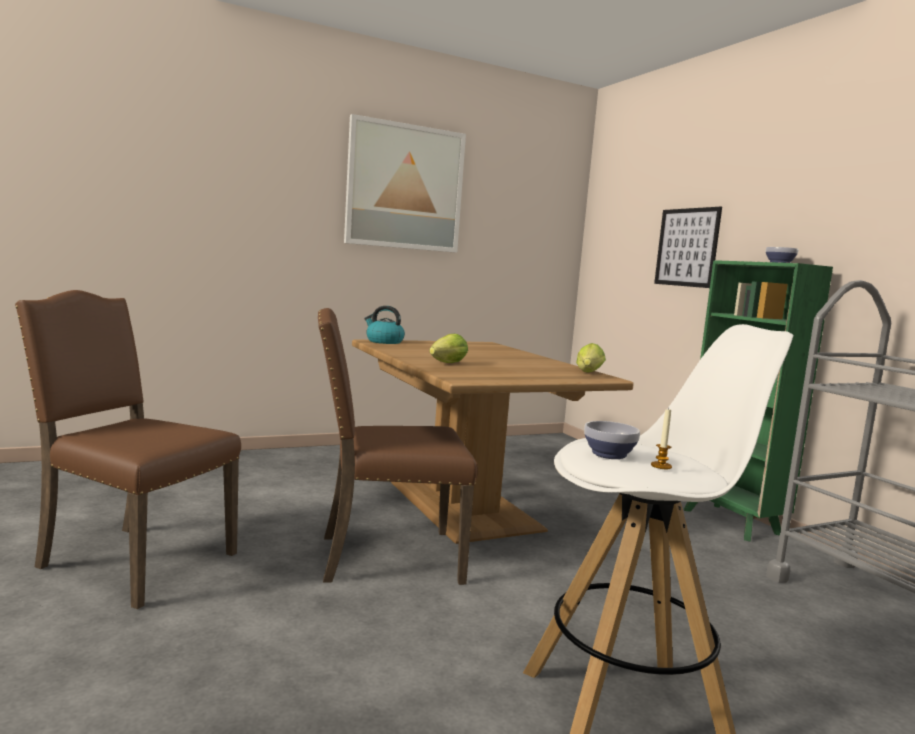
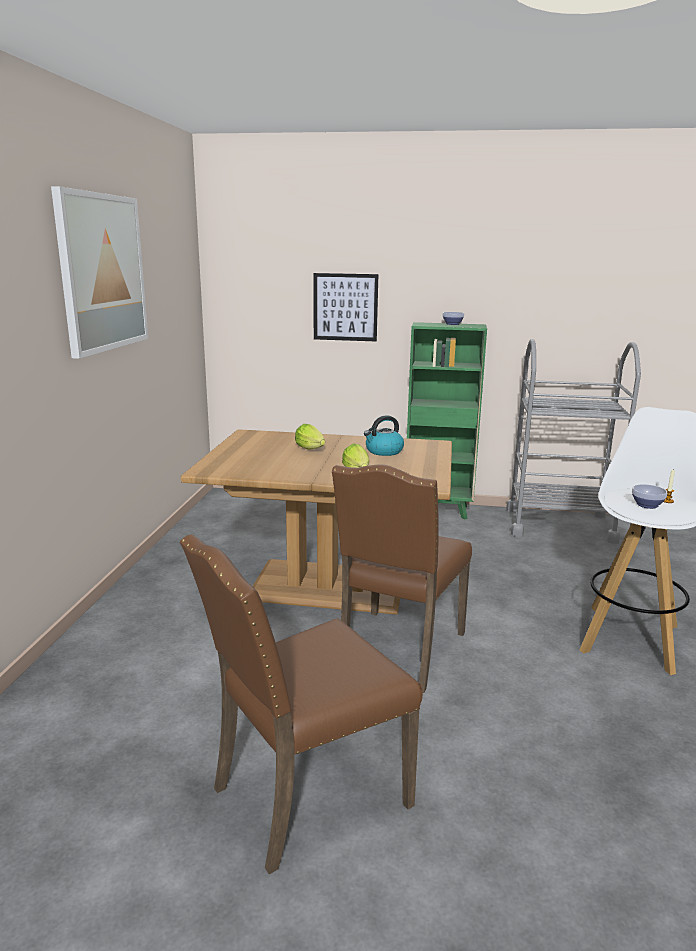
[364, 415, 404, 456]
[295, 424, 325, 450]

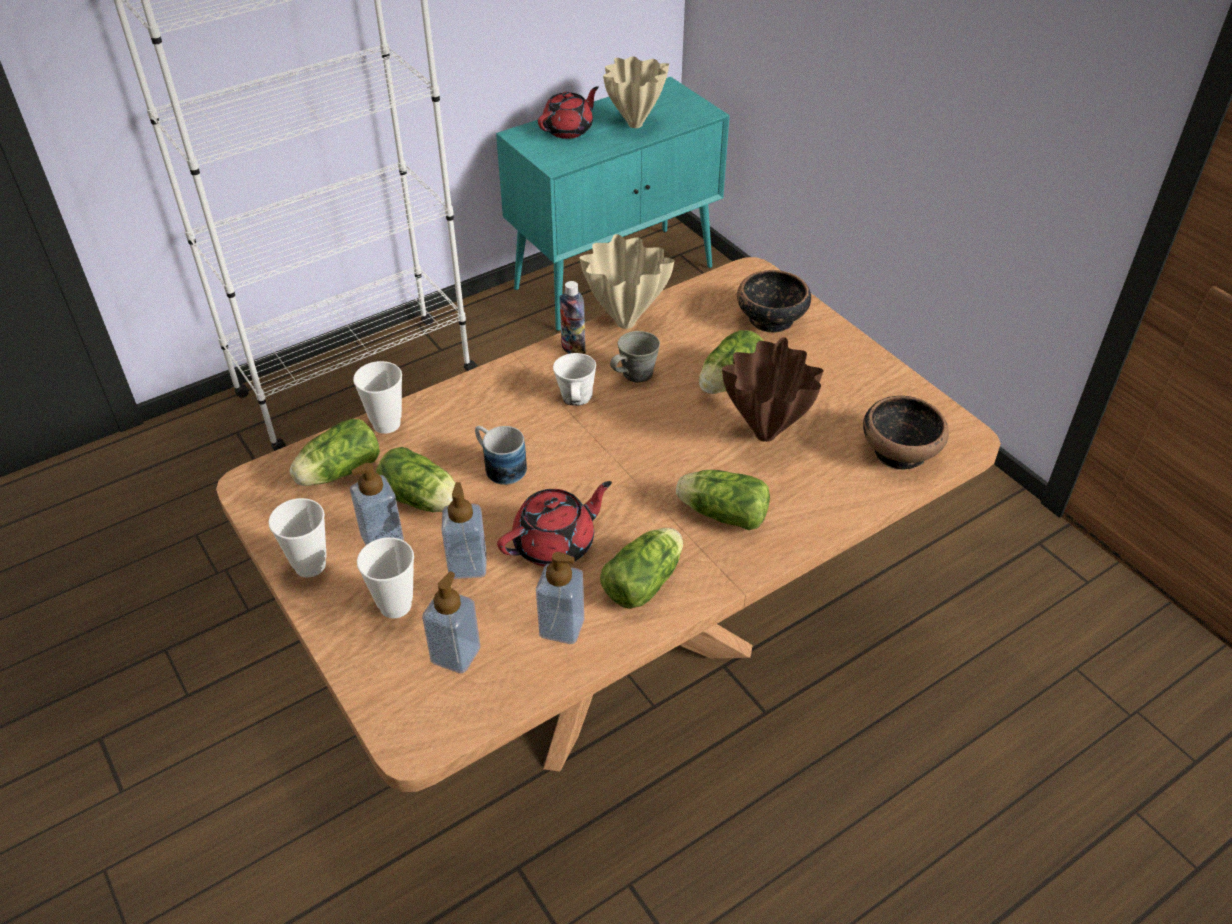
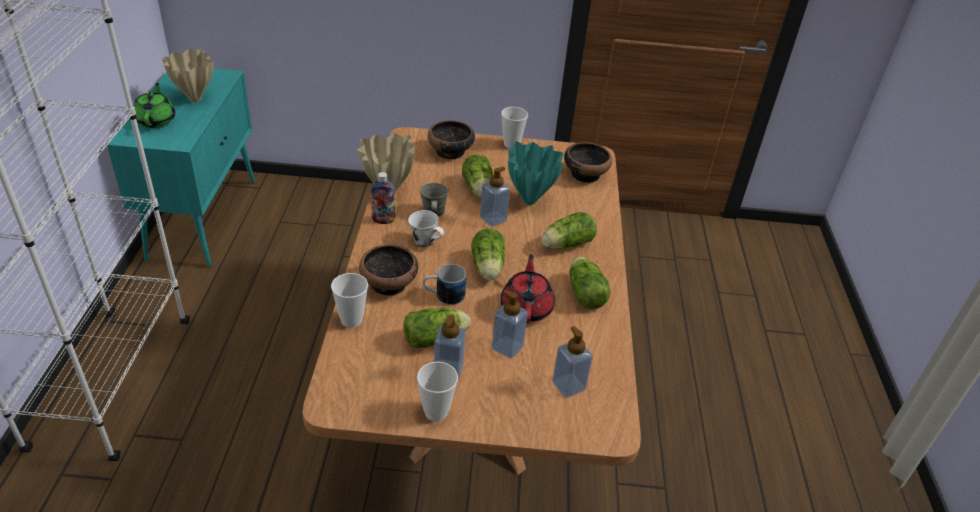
[359, 244, 418, 296]
[472, 228, 505, 280]
[501, 107, 528, 148]
[480, 167, 510, 227]
[134, 83, 175, 128]
[508, 141, 563, 205]

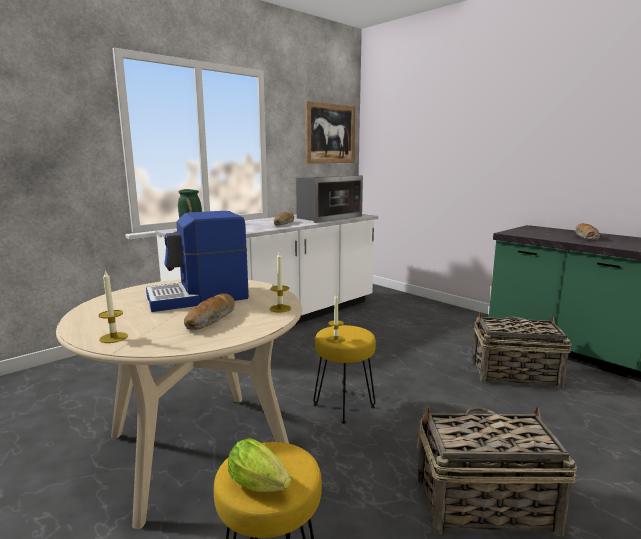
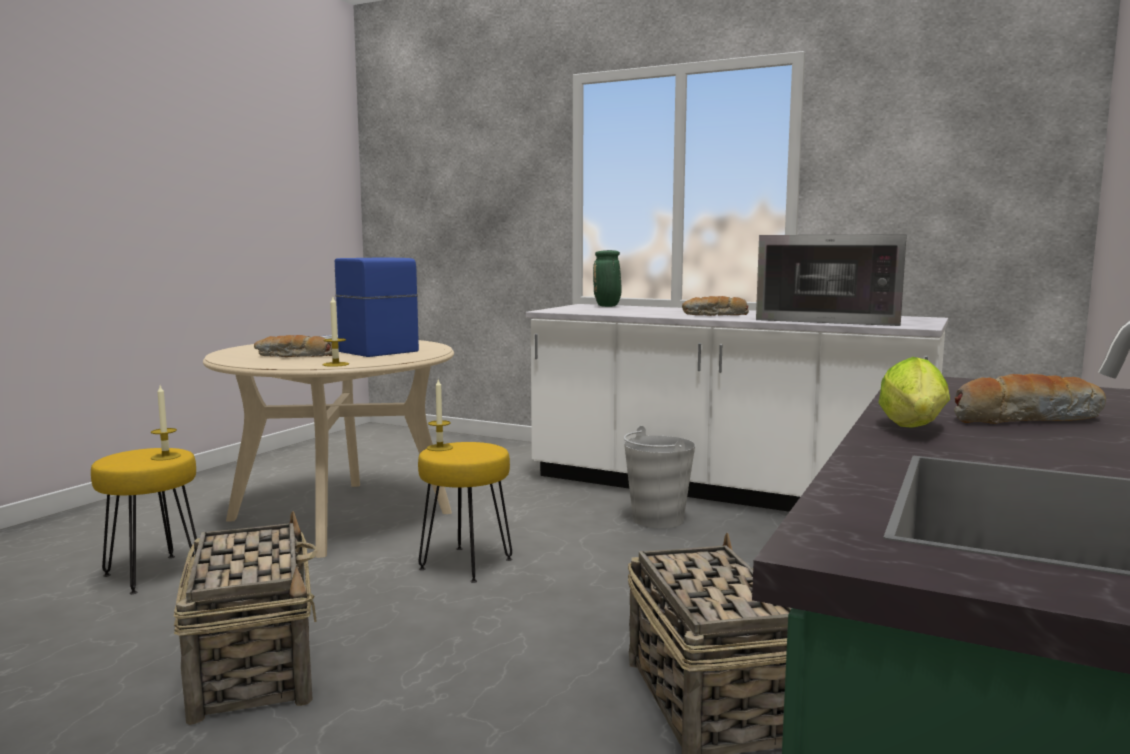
[305, 101, 355, 164] (first image)
[624, 426, 695, 528]
[151, 386, 181, 460]
[878, 357, 950, 428]

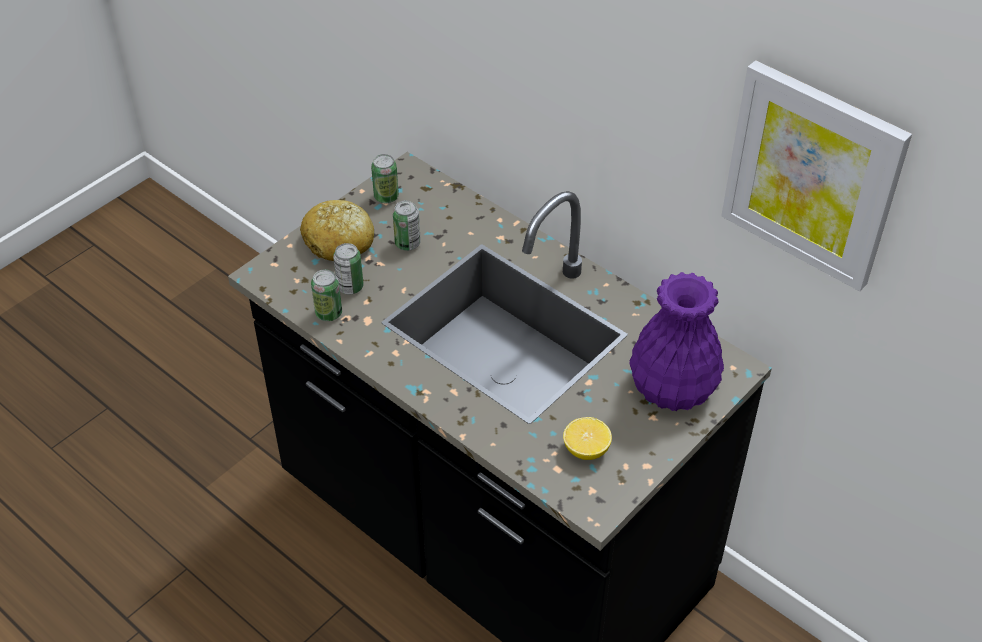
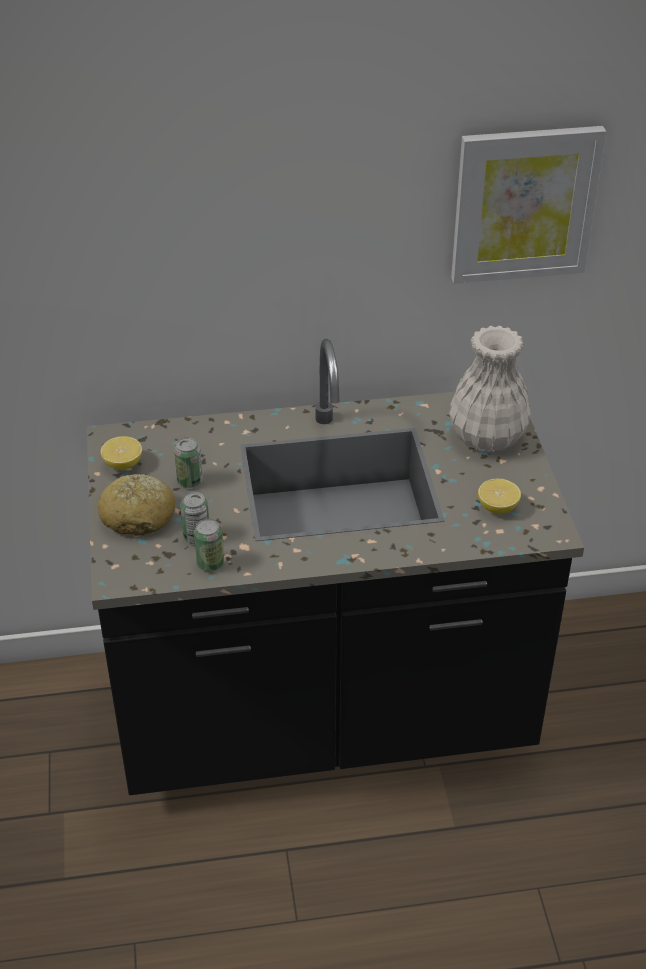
[101, 436, 142, 470]
[449, 326, 531, 452]

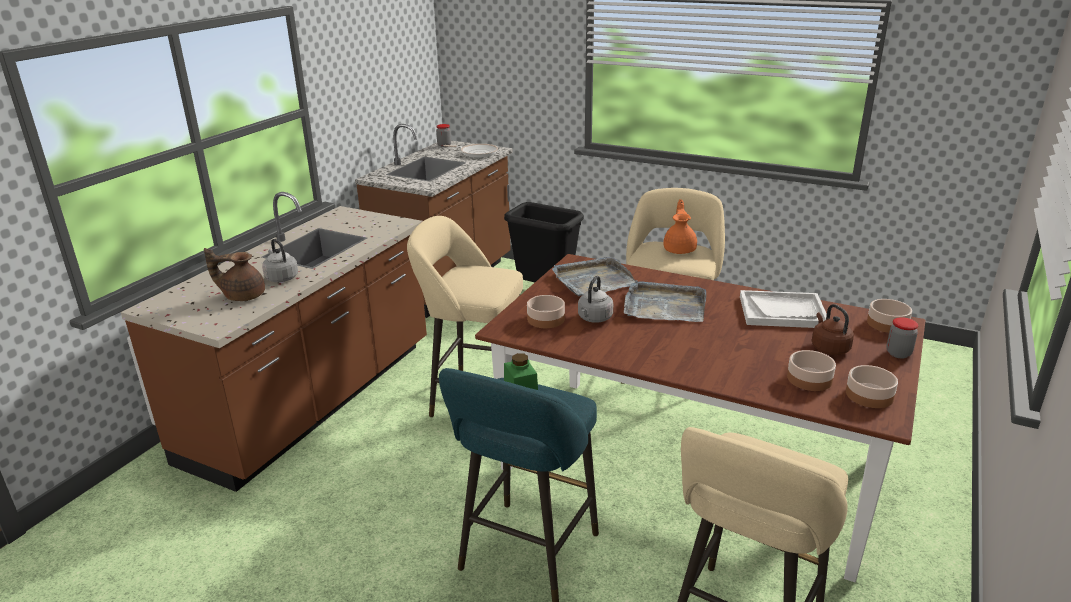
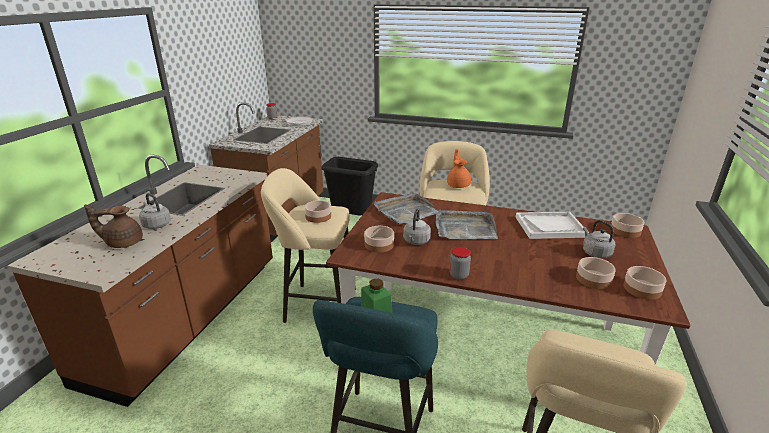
[305, 200, 331, 223]
[449, 247, 471, 280]
[583, 220, 615, 258]

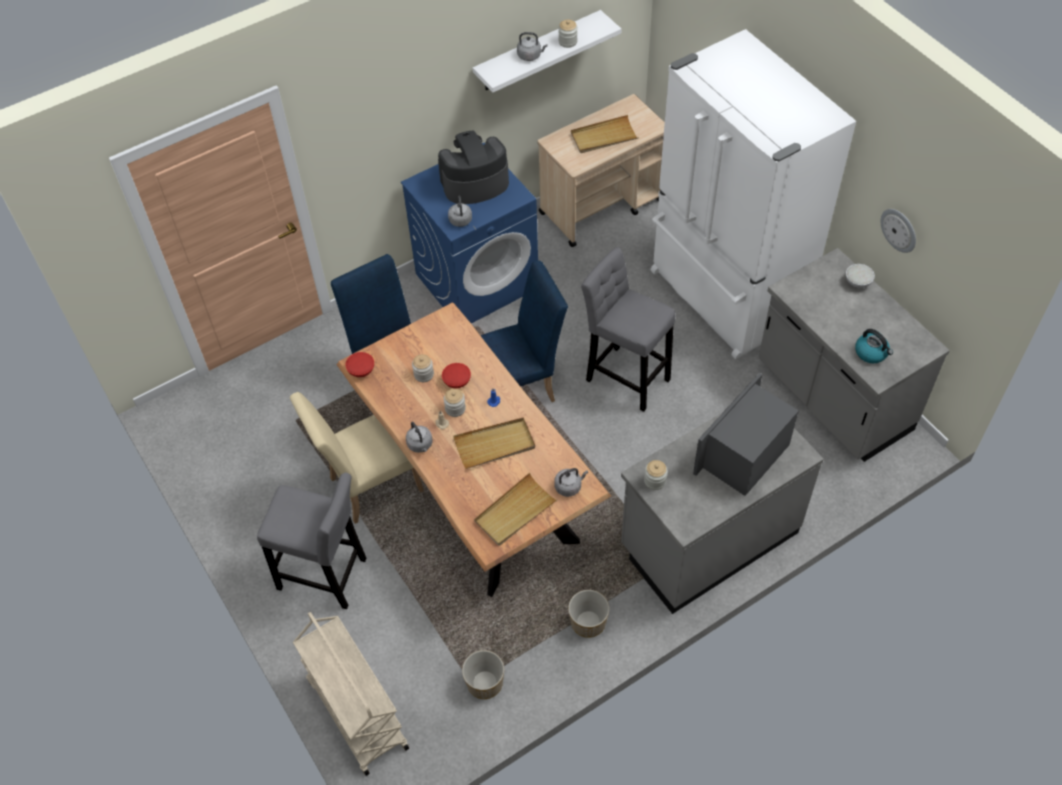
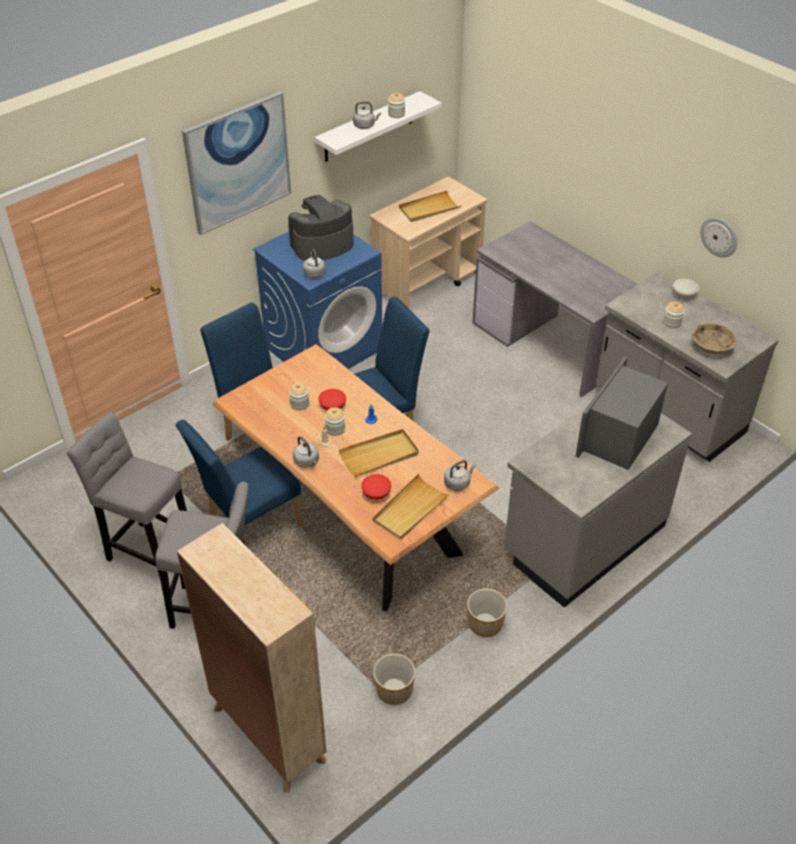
[182, 91, 291, 235]
[361, 474, 391, 500]
[67, 412, 187, 577]
[663, 302, 685, 328]
[177, 523, 327, 793]
[472, 221, 638, 397]
[692, 323, 737, 354]
[176, 420, 304, 543]

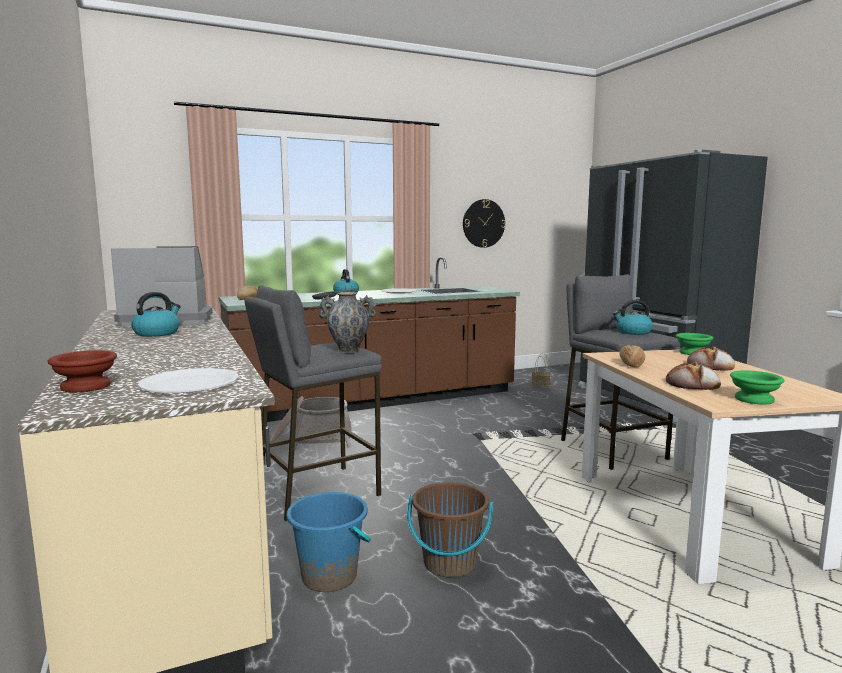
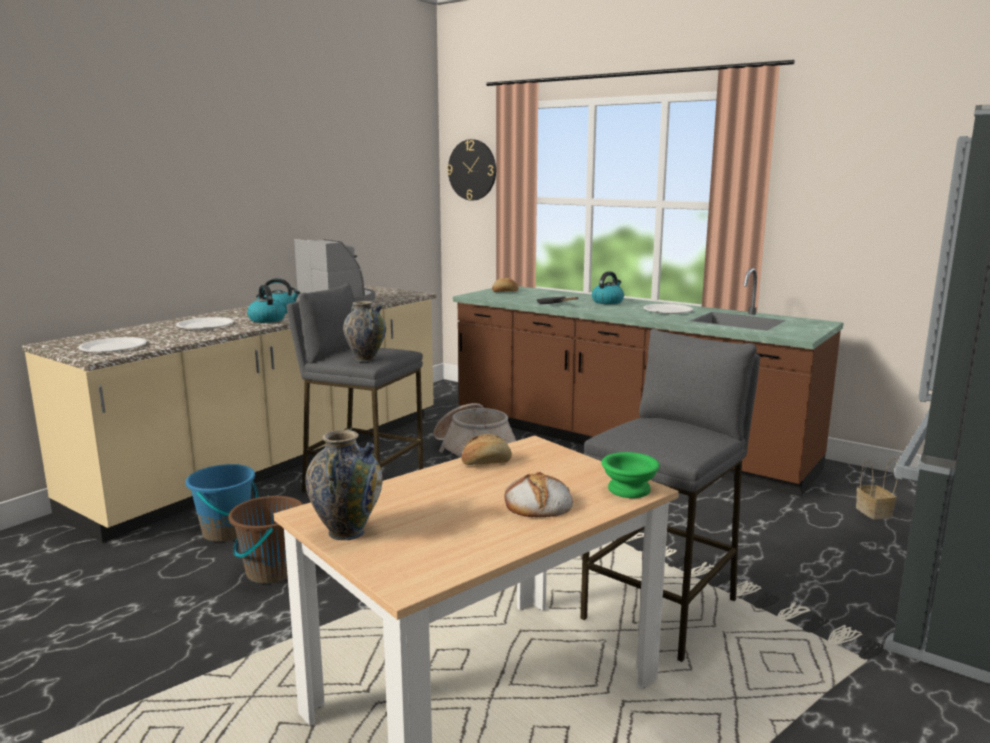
[47, 350, 117, 392] (first image)
[666, 362, 721, 390] (first image)
[176, 317, 234, 330]
[447, 139, 496, 201]
[247, 285, 286, 323]
[305, 428, 383, 540]

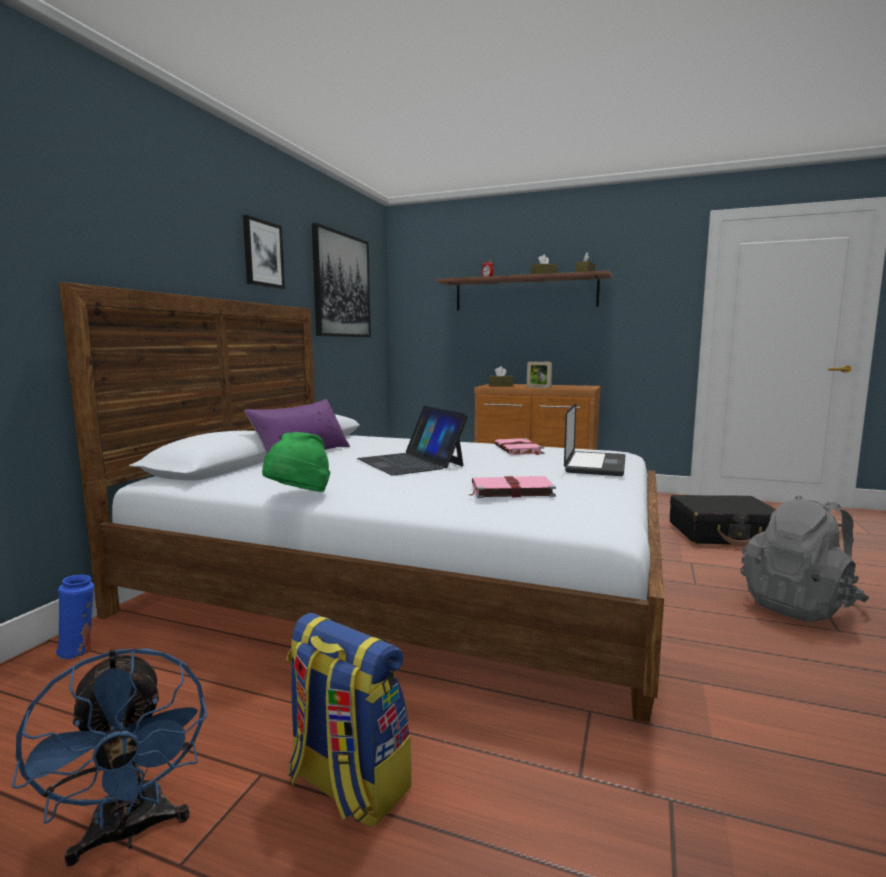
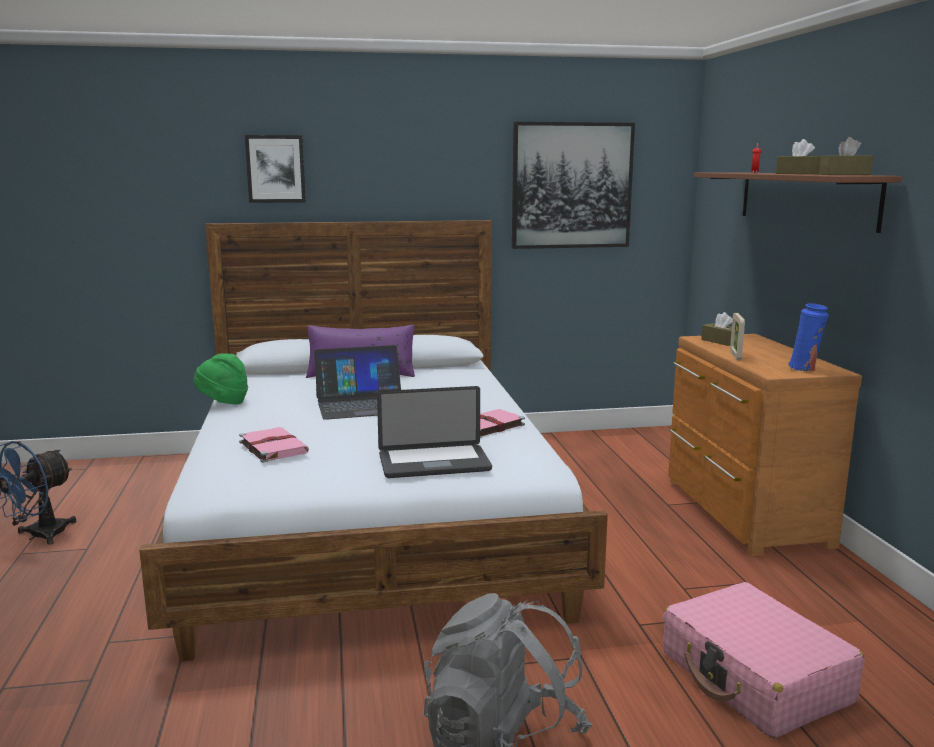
[287, 613, 411, 828] (first image)
[788, 303, 829, 371]
[245, 135, 306, 203]
[663, 582, 865, 738]
[314, 345, 401, 420]

